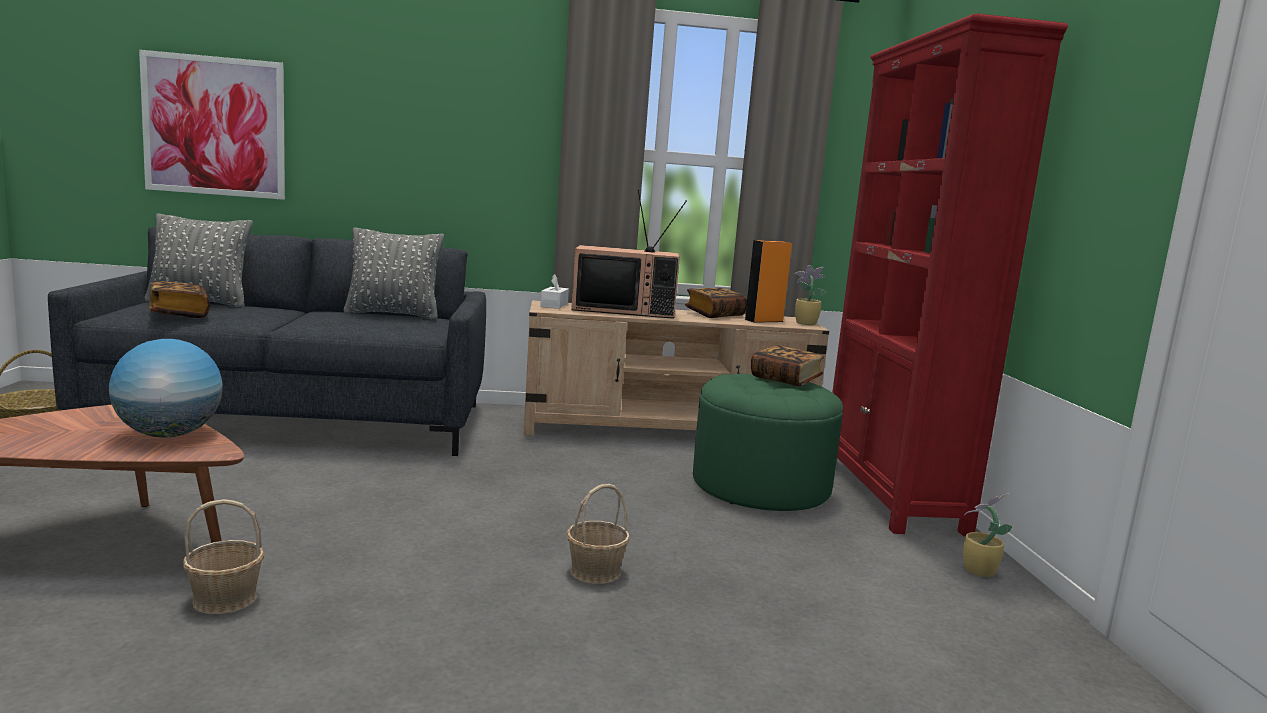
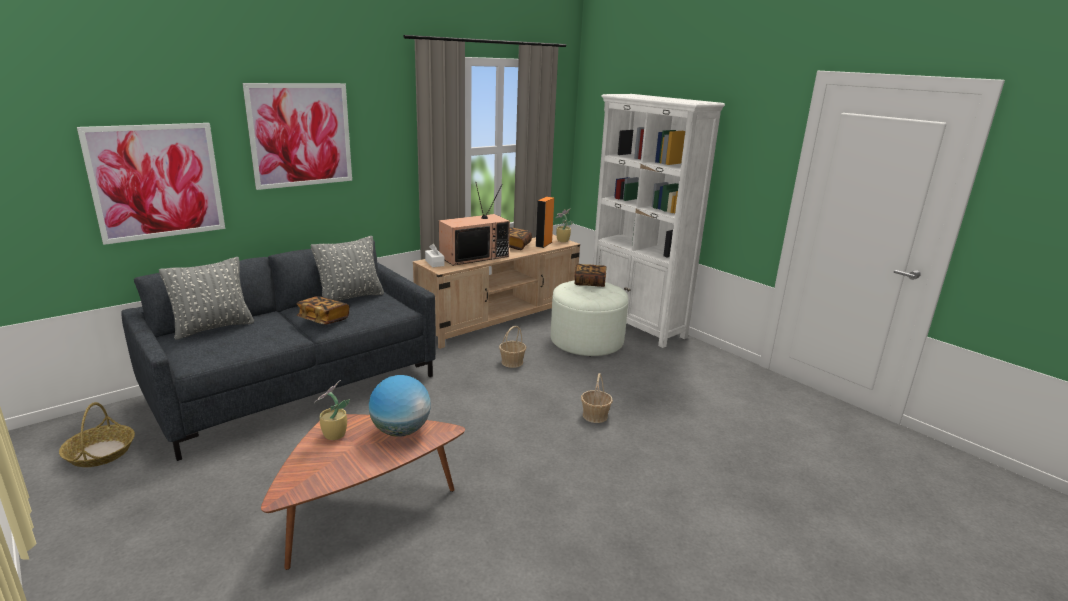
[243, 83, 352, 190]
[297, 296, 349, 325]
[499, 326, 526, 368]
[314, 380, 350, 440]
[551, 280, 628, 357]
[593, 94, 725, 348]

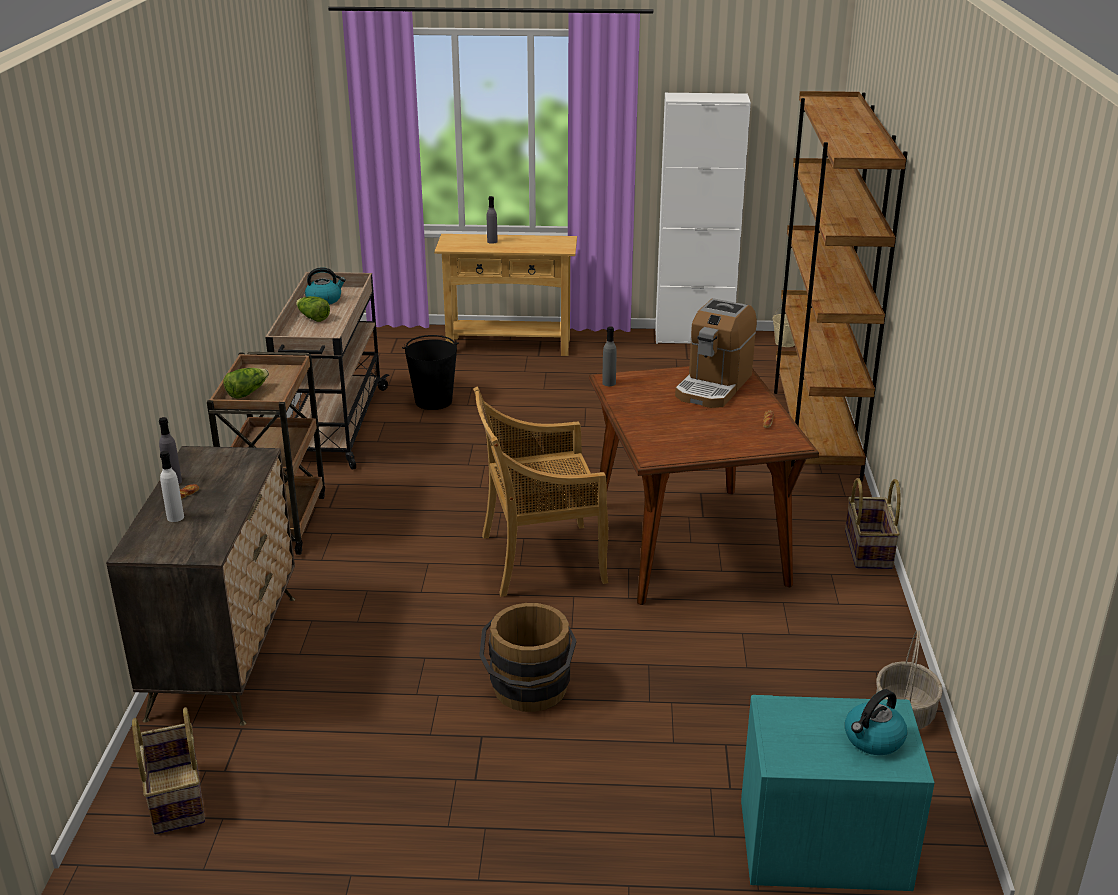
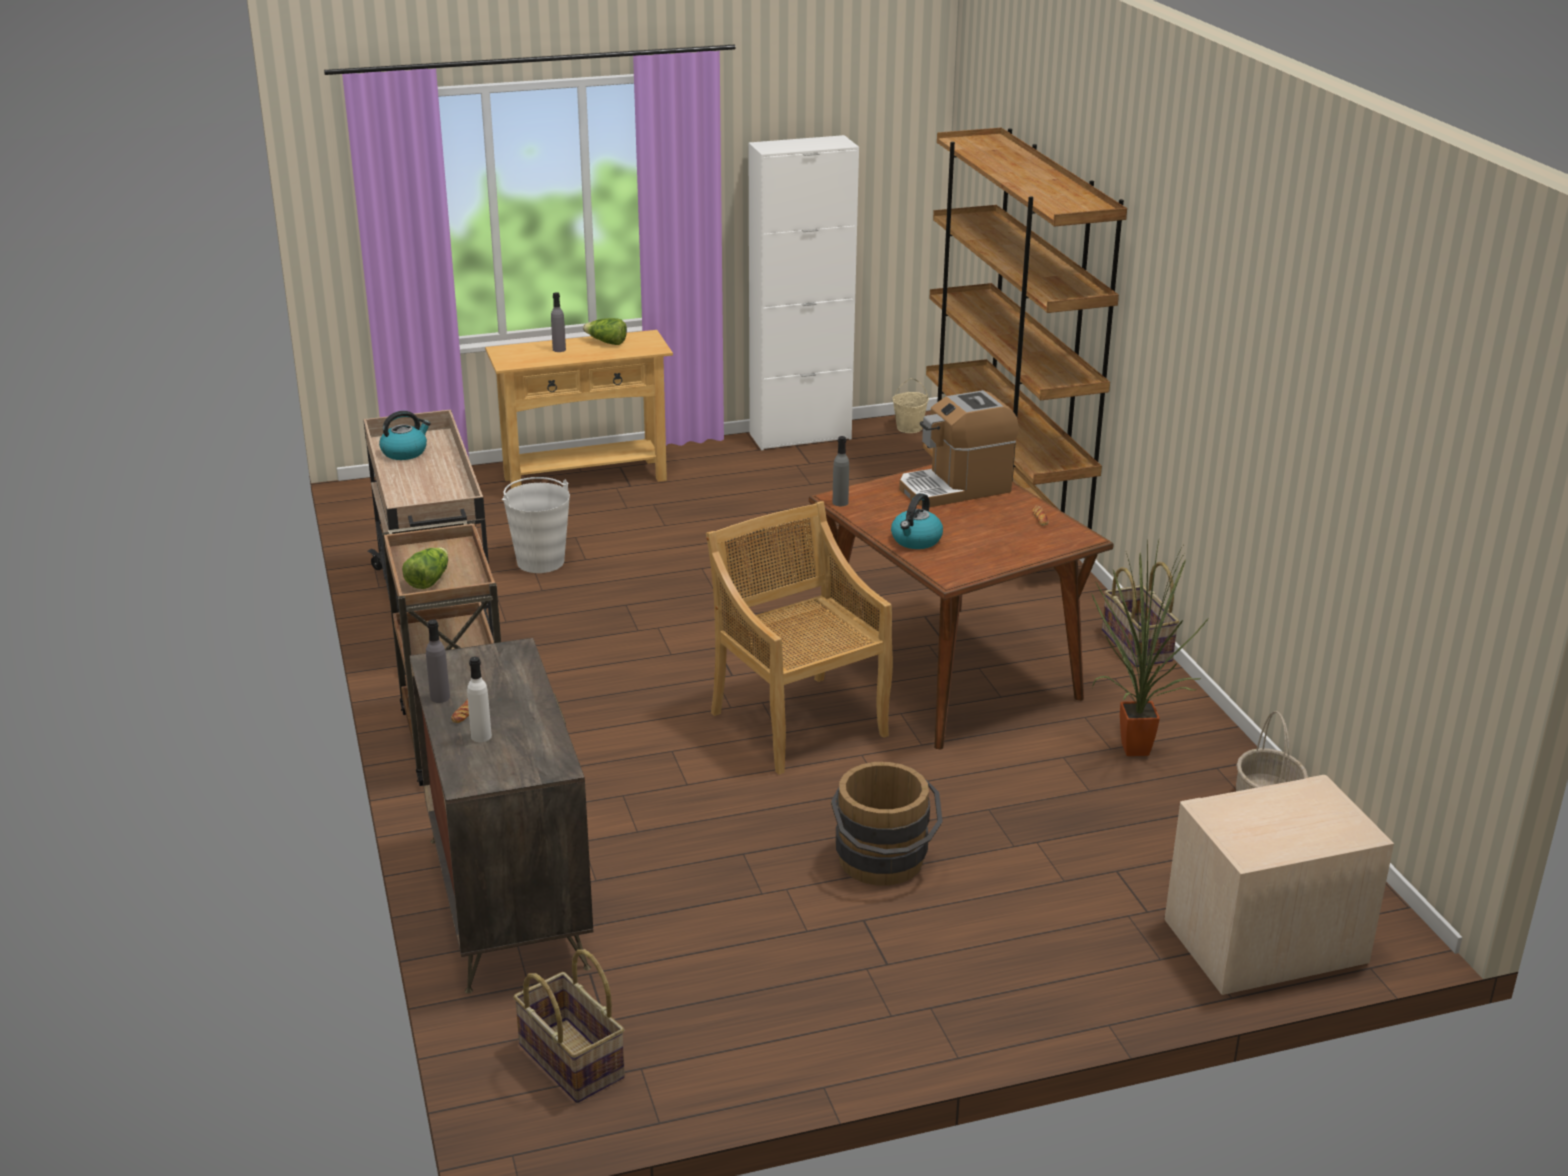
[1091, 540, 1208, 756]
[583, 318, 627, 345]
[891, 493, 943, 549]
[502, 477, 570, 573]
[1165, 775, 1394, 995]
[706, 501, 893, 775]
[899, 390, 1019, 507]

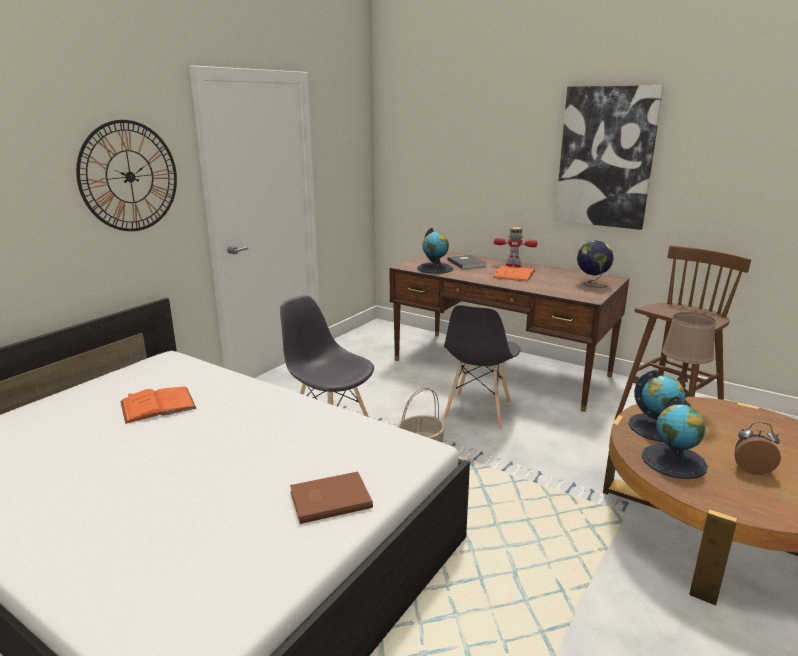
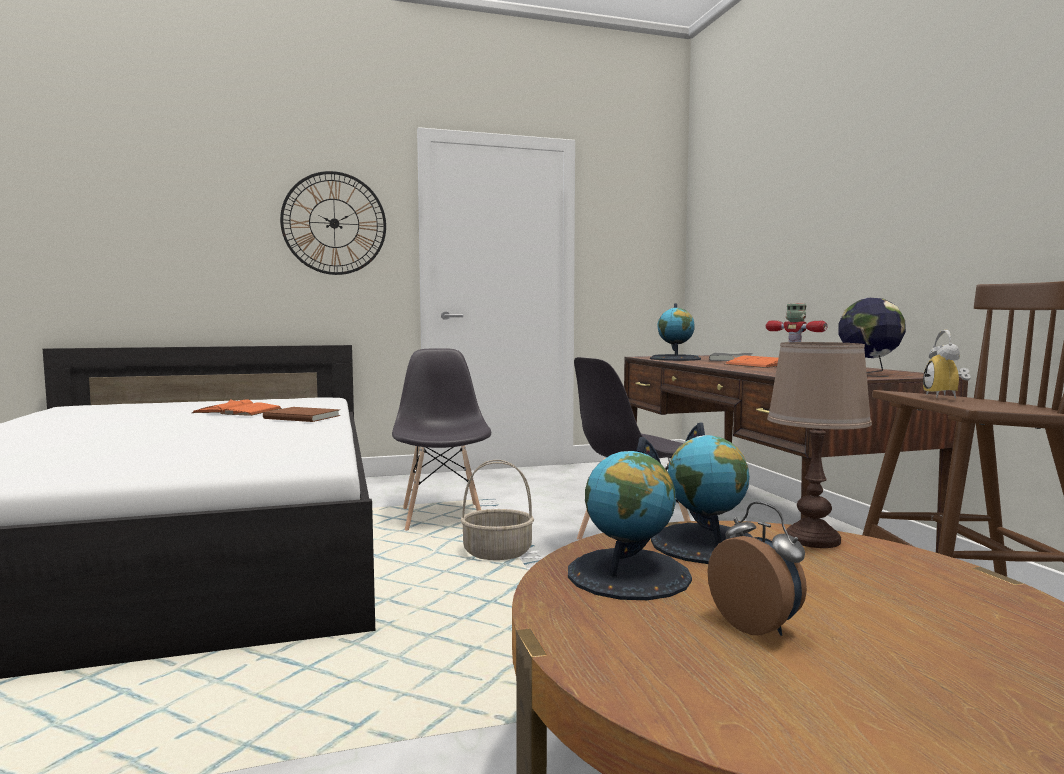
[555, 85, 664, 230] (first image)
[923, 330, 971, 399]
[263, 407, 340, 422]

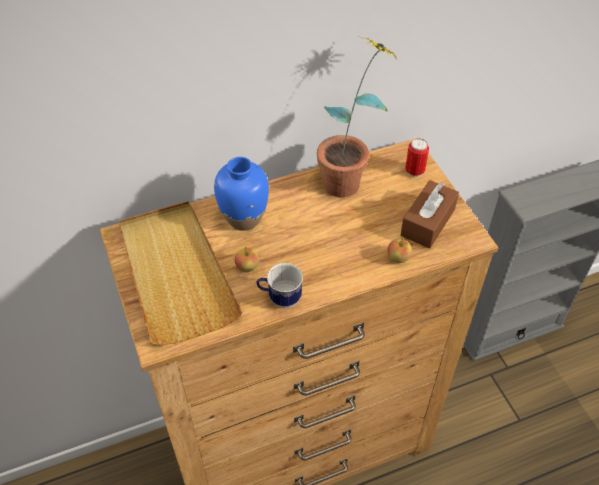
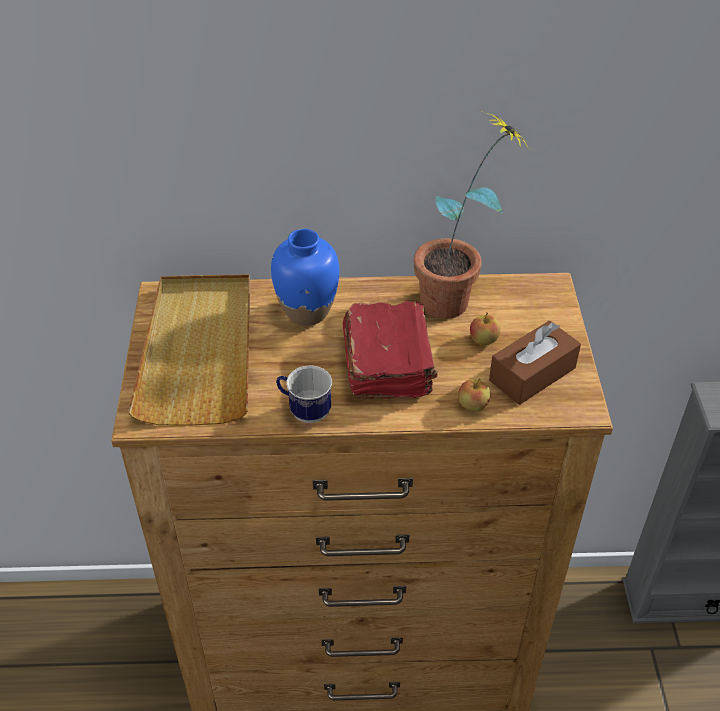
[405, 139, 429, 177] (first image)
[343, 301, 438, 399]
[470, 312, 500, 345]

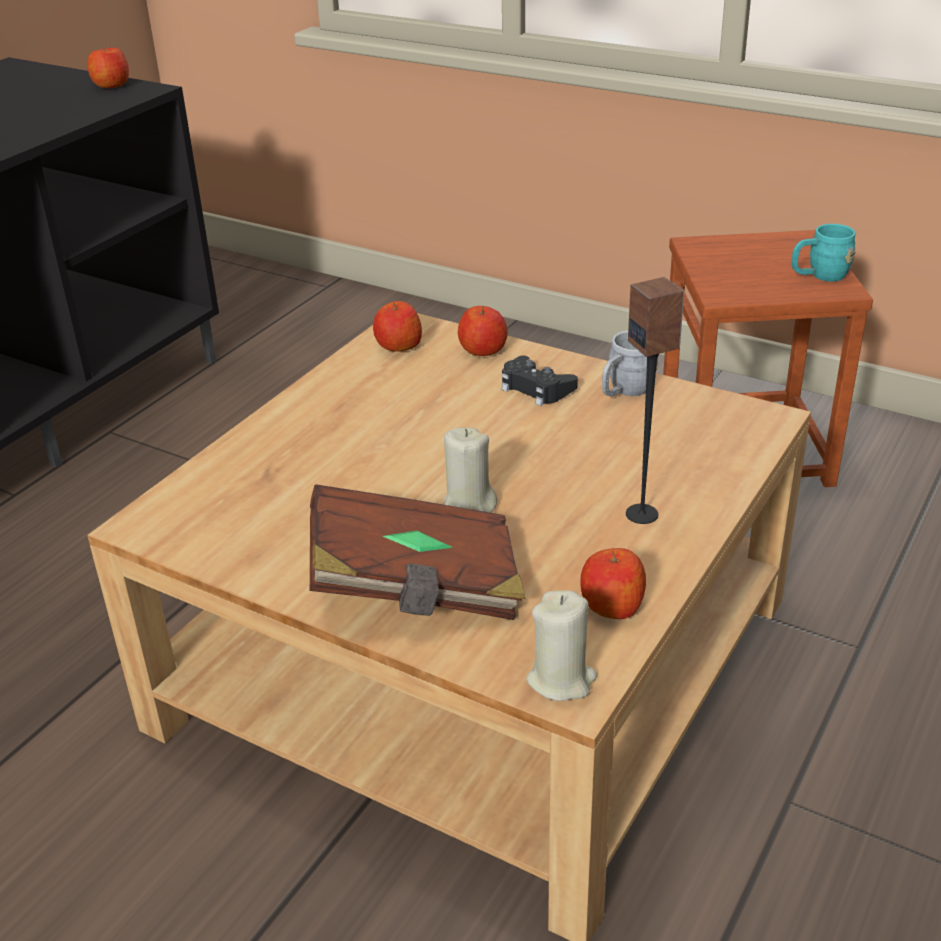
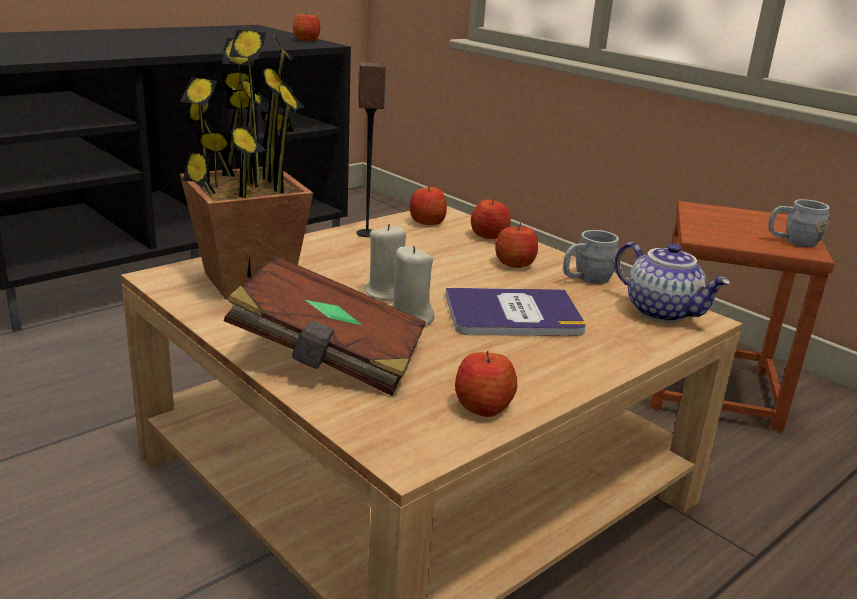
[180, 29, 313, 299]
[445, 288, 586, 336]
[615, 242, 730, 323]
[364, 224, 406, 301]
[356, 62, 386, 237]
[495, 222, 538, 268]
[768, 199, 830, 247]

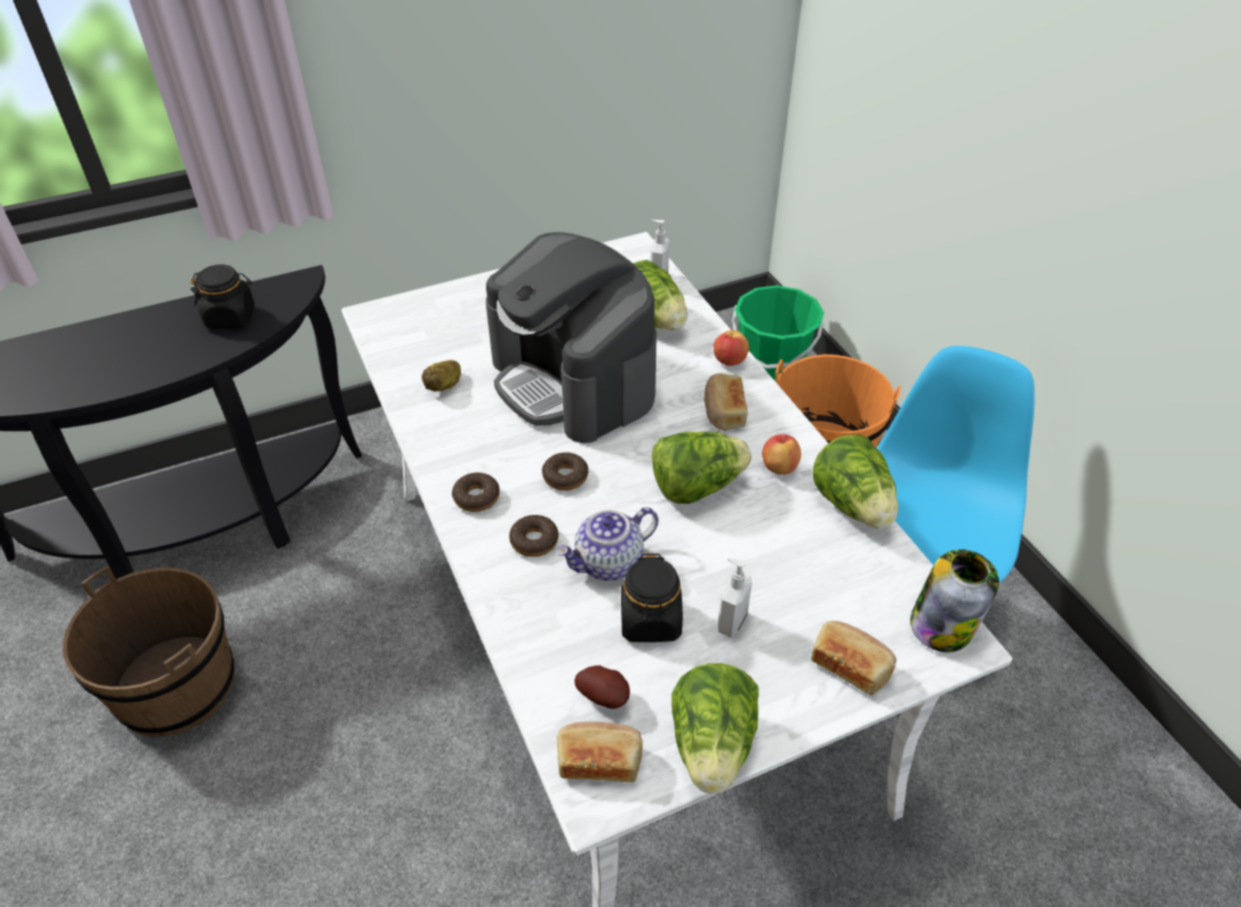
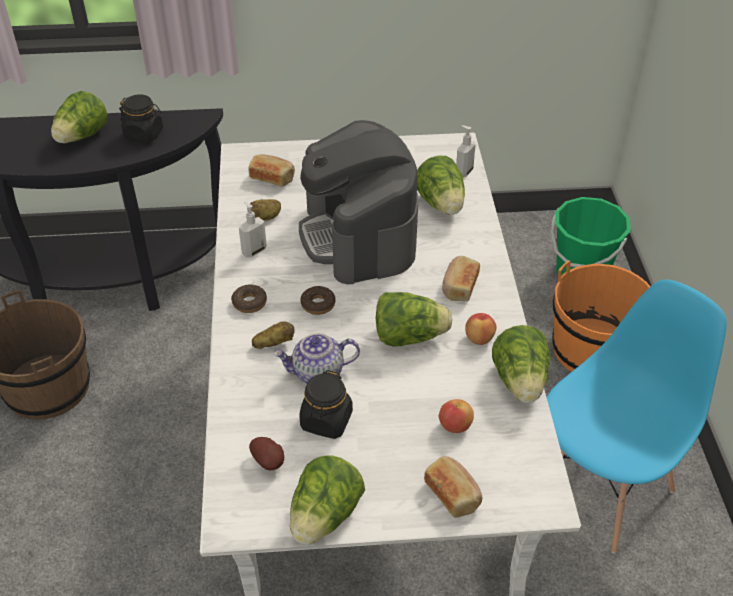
[910, 550, 999, 652] (first image)
[51, 91, 107, 143]
[248, 154, 295, 187]
[439, 399, 474, 433]
[239, 202, 267, 257]
[252, 321, 295, 349]

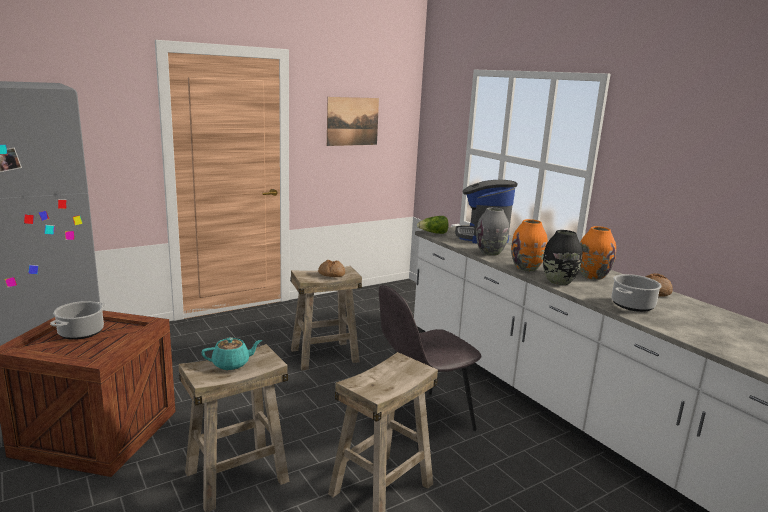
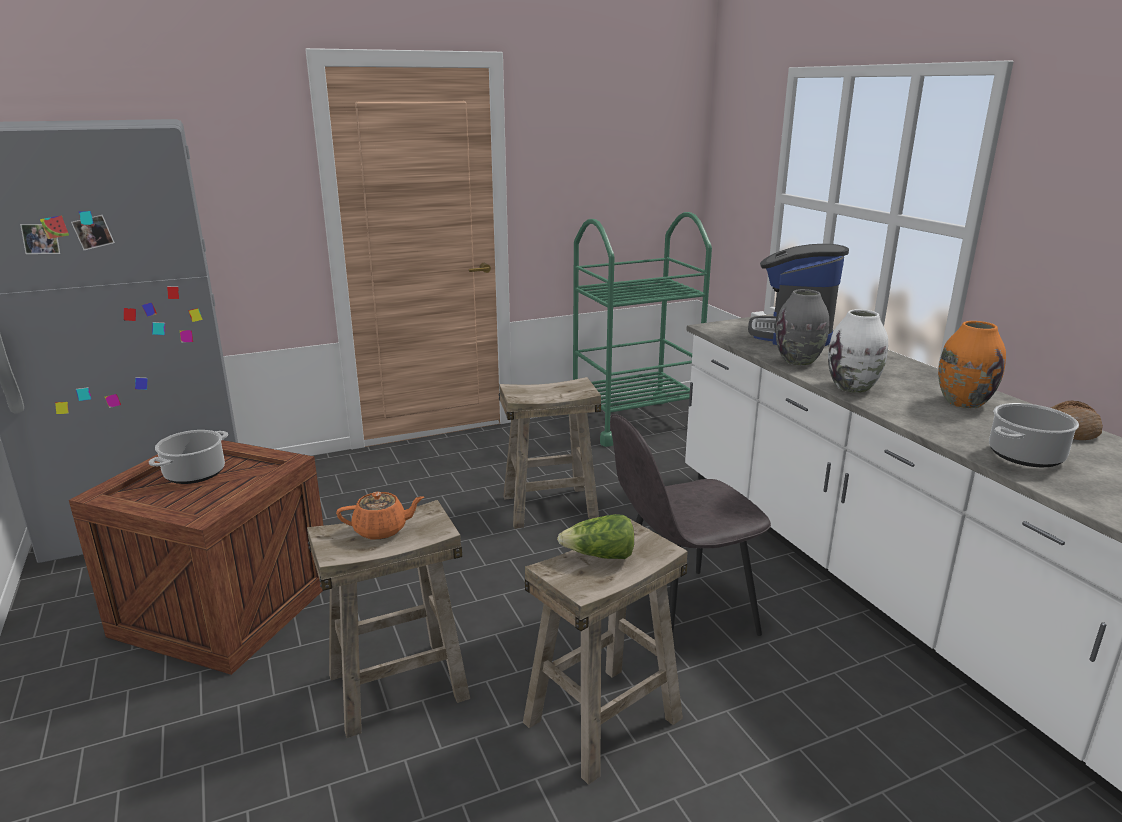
[318, 260, 345, 277] (first image)
[327, 97, 379, 146] (first image)
[543, 230, 582, 285] (first image)
[573, 212, 712, 447]
[557, 514, 634, 559]
[336, 492, 424, 540]
[828, 309, 888, 393]

